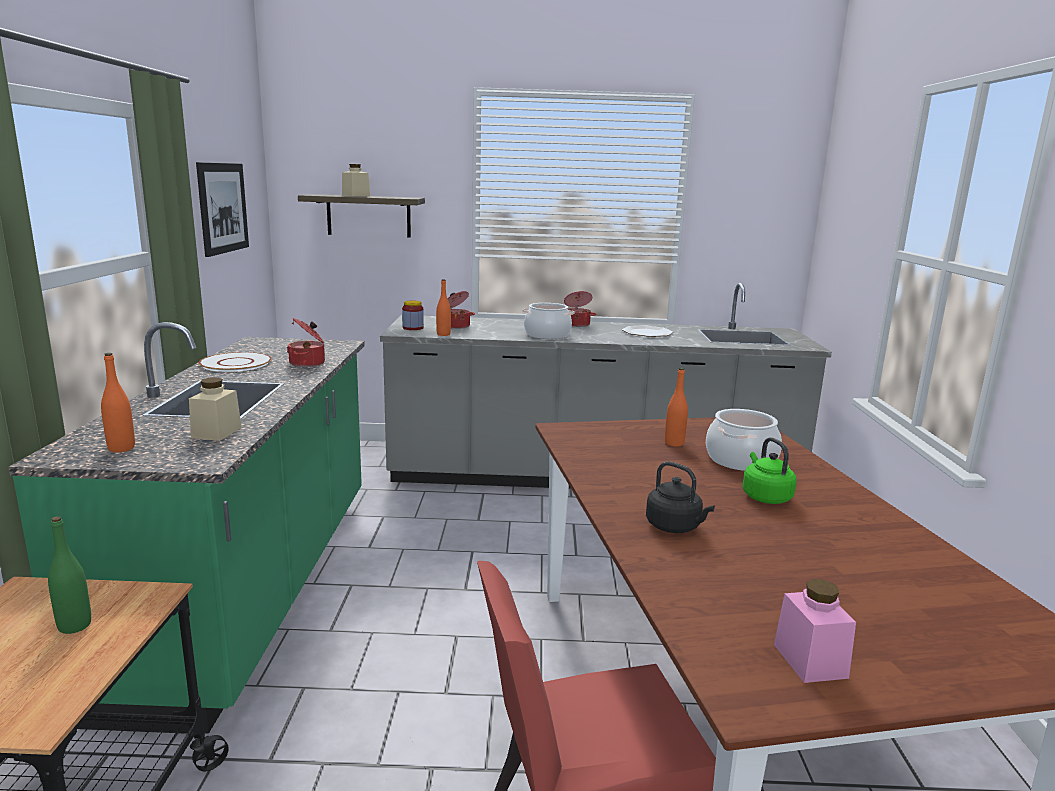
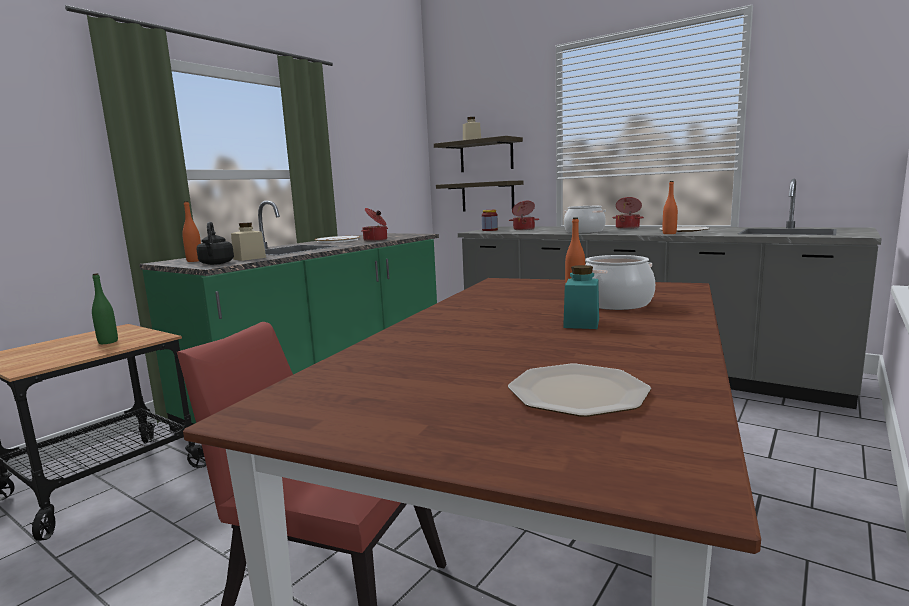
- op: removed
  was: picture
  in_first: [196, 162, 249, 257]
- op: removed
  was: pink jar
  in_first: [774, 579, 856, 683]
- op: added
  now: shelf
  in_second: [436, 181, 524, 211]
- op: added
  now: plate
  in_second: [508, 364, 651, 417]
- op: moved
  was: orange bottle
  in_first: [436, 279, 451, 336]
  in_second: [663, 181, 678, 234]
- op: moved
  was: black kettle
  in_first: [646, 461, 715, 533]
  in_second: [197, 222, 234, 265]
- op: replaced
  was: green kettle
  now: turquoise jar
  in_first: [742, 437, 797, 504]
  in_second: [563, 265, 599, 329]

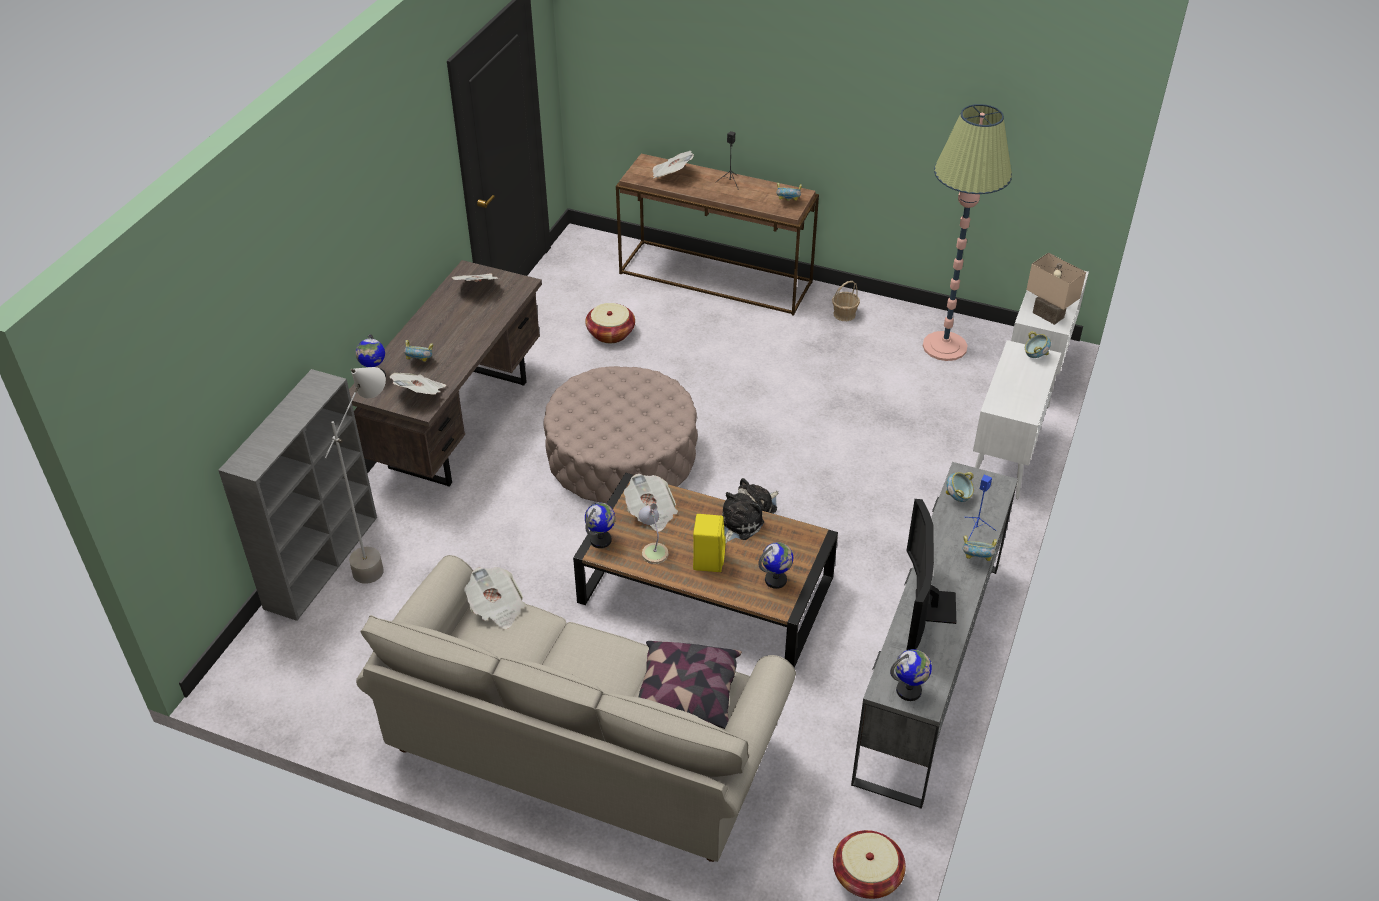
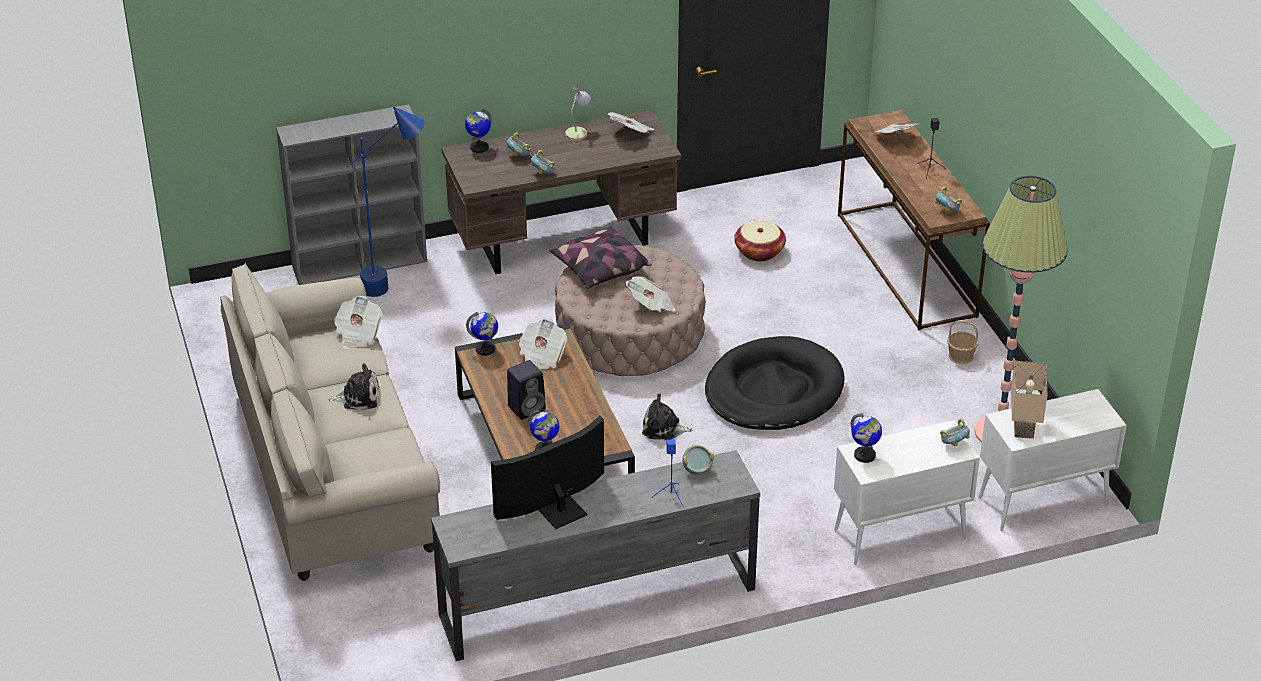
- op: removed
  was: basket
  in_first: [833, 830, 906, 899]
- op: added
  now: black dog bed
  in_second: [705, 336, 845, 430]
- op: moved
  was: newspaper
  in_first: [390, 373, 446, 395]
  in_second: [626, 276, 675, 312]
- op: moved
  was: table lamp
  in_first: [639, 503, 668, 564]
  in_second: [565, 84, 591, 141]
- op: moved
  was: pillow
  in_first: [639, 641, 742, 729]
  in_second: [549, 227, 652, 289]
- op: moved
  was: plush toy
  in_first: [722, 492, 764, 544]
  in_second: [328, 363, 379, 411]
- op: moved
  was: globe
  in_first: [890, 649, 932, 701]
  in_second: [851, 413, 882, 463]
- op: moved
  was: bowl
  in_first: [962, 535, 997, 561]
  in_second: [531, 150, 555, 174]
- op: recoloured
  was: grey floor lamp
  now: blue floor lamp
  in_first: [325, 367, 386, 584]
  in_second: [350, 107, 425, 297]
- op: recoloured
  was: yellow speaker
  now: black speaker
  in_first: [693, 514, 726, 572]
  in_second: [507, 360, 546, 420]

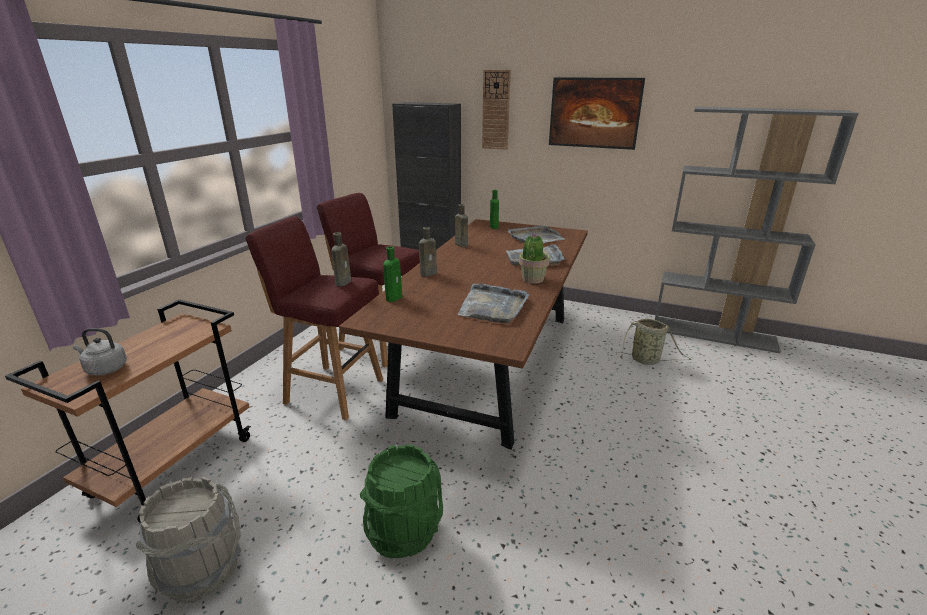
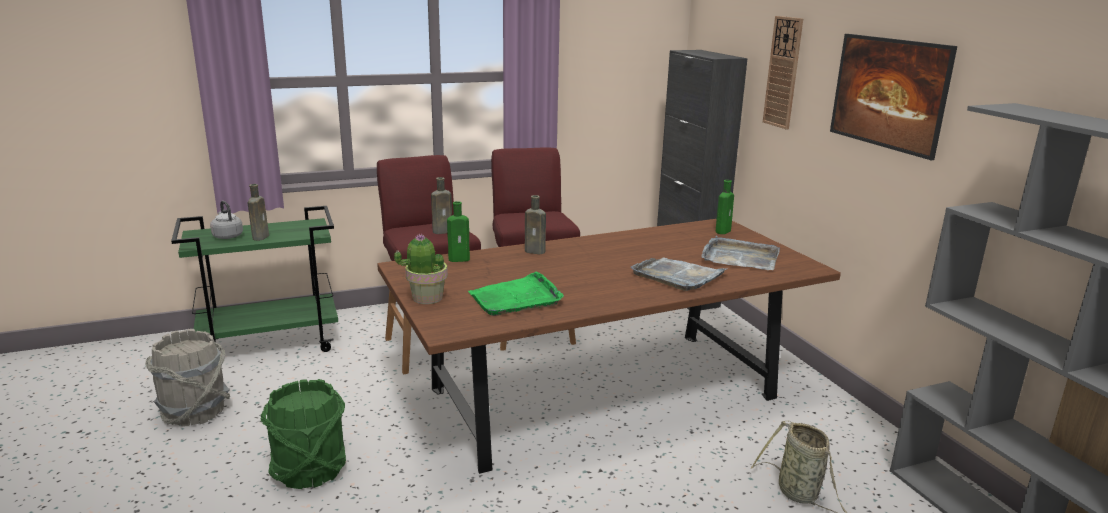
- op: moved
  was: brown bottle
  in_first: [455, 204, 468, 247]
  in_second: [248, 184, 269, 241]
- op: moved
  was: potted plant
  in_first: [519, 233, 550, 284]
  in_second: [394, 234, 448, 304]
- op: recoloured
  was: brown cart
  now: green cart
  in_first: [5, 299, 251, 522]
  in_second: [171, 206, 338, 352]
- op: recoloured
  was: grey tray
  now: green tray
  in_first: [458, 284, 529, 323]
  in_second: [468, 272, 564, 316]

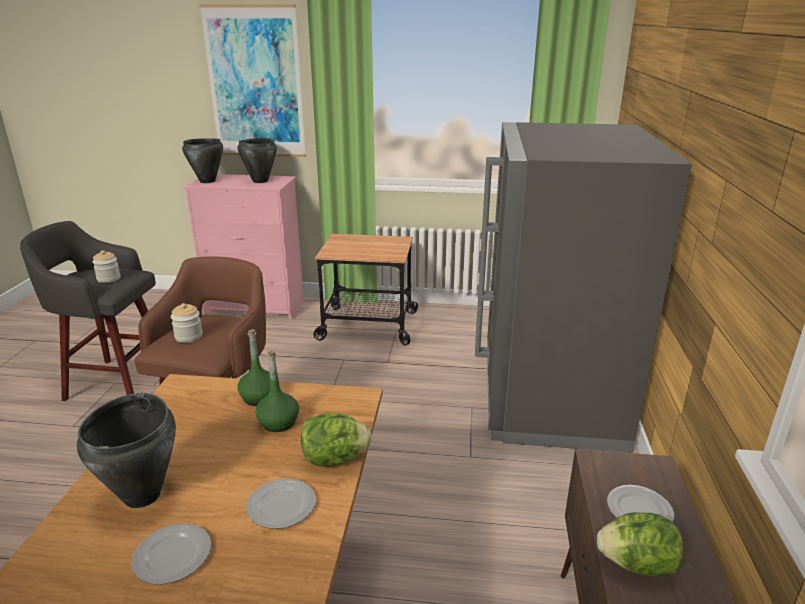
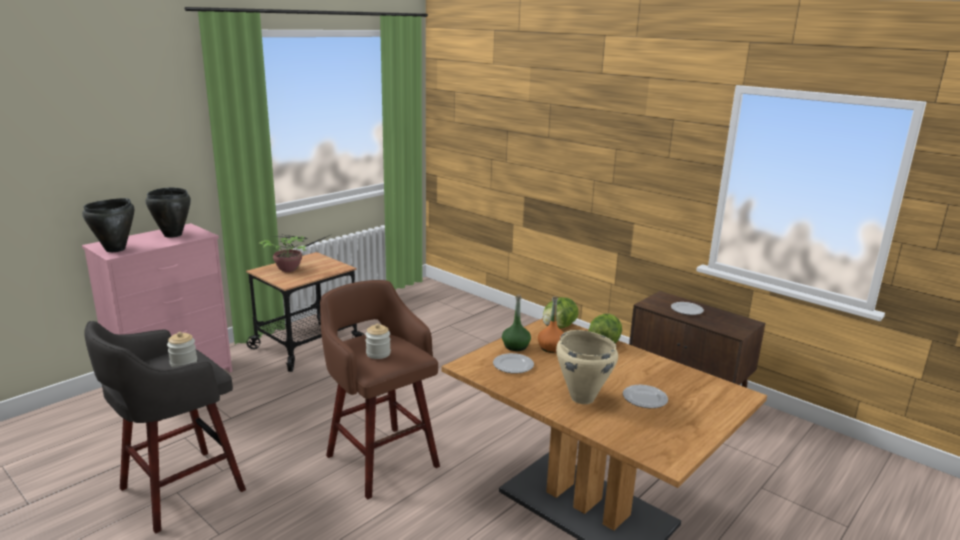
- op: removed
  was: picture
  in_first: [199, 4, 306, 157]
- op: removed
  was: grey fridge
  in_first: [475, 122, 692, 453]
- op: added
  now: potted plant
  in_second: [259, 234, 330, 272]
- op: moved
  was: plate
  in_first: [246, 478, 316, 529]
  in_second: [493, 353, 534, 373]
- op: moved
  was: lettuce
  in_first: [597, 512, 683, 576]
  in_second: [543, 297, 579, 329]
- op: recoloured
  was: black cooking pot
  now: beige cooking pot
  in_first: [77, 393, 176, 508]
  in_second: [556, 330, 618, 404]
- op: recoloured
  was: green bottle
  now: orange bottle
  in_first: [255, 351, 299, 432]
  in_second: [538, 296, 564, 353]

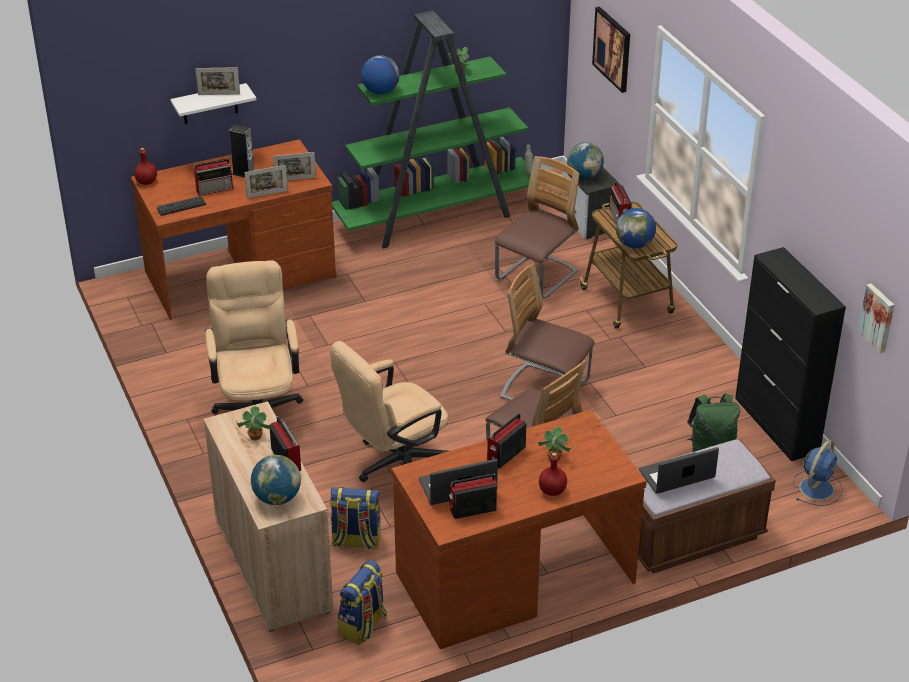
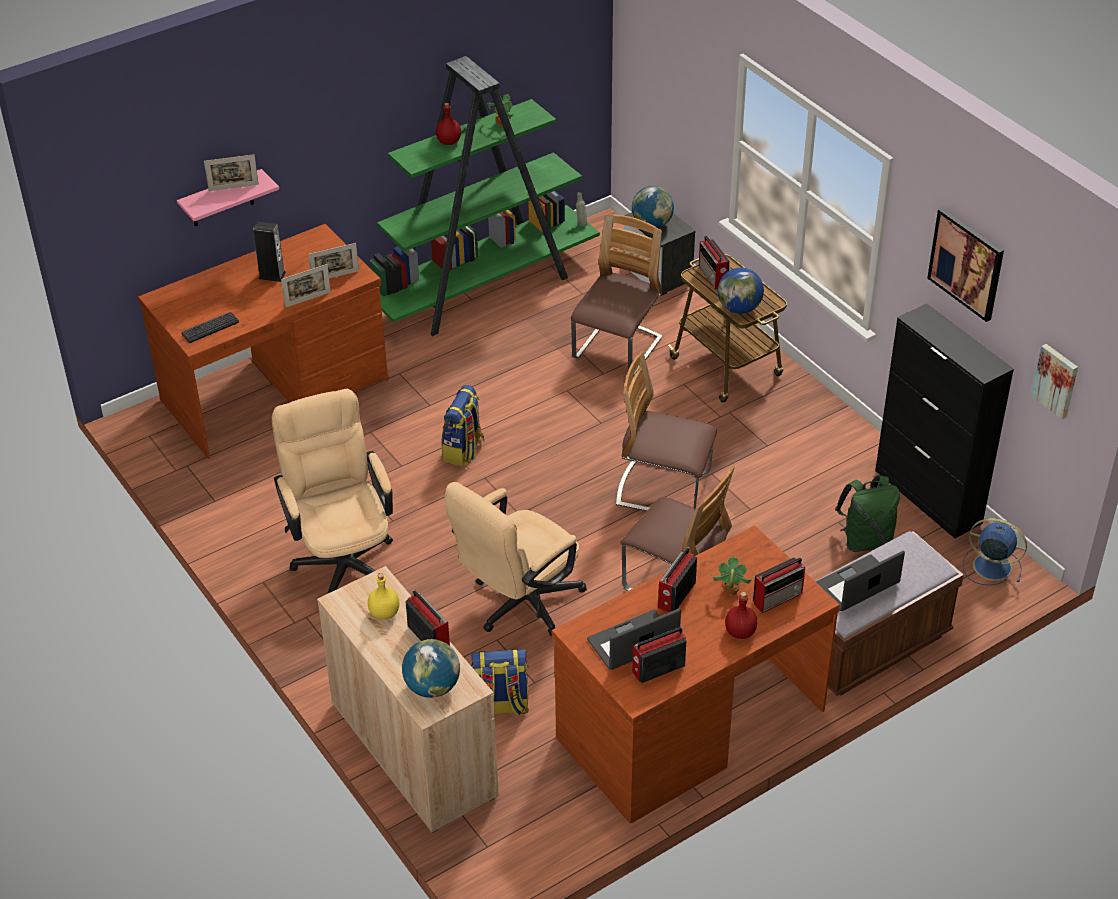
- op: removed
  was: globe
  in_first: [361, 55, 400, 94]
- op: moved
  was: red bottle
  in_first: [134, 148, 157, 185]
  in_second: [436, 103, 461, 145]
- op: moved
  was: radio
  in_first: [194, 158, 233, 196]
  in_second: [753, 557, 805, 613]
- op: moved
  was: backpack
  in_first: [338, 560, 387, 645]
  in_second: [441, 385, 485, 467]
- op: moved
  was: picture
  in_first: [592, 7, 630, 93]
  in_second: [927, 207, 1004, 322]
- op: replaced
  was: potted plant
  now: yellow bottle
  in_first: [236, 405, 272, 441]
  in_second: [368, 573, 400, 620]
- op: recoloured
  was: white shelf
  now: pink shelf
  in_first: [170, 83, 256, 124]
  in_second: [177, 169, 279, 226]
- op: turned
  was: blue fan
  in_first: [793, 440, 843, 506]
  in_second: [963, 518, 1027, 585]
  clockwise: -90

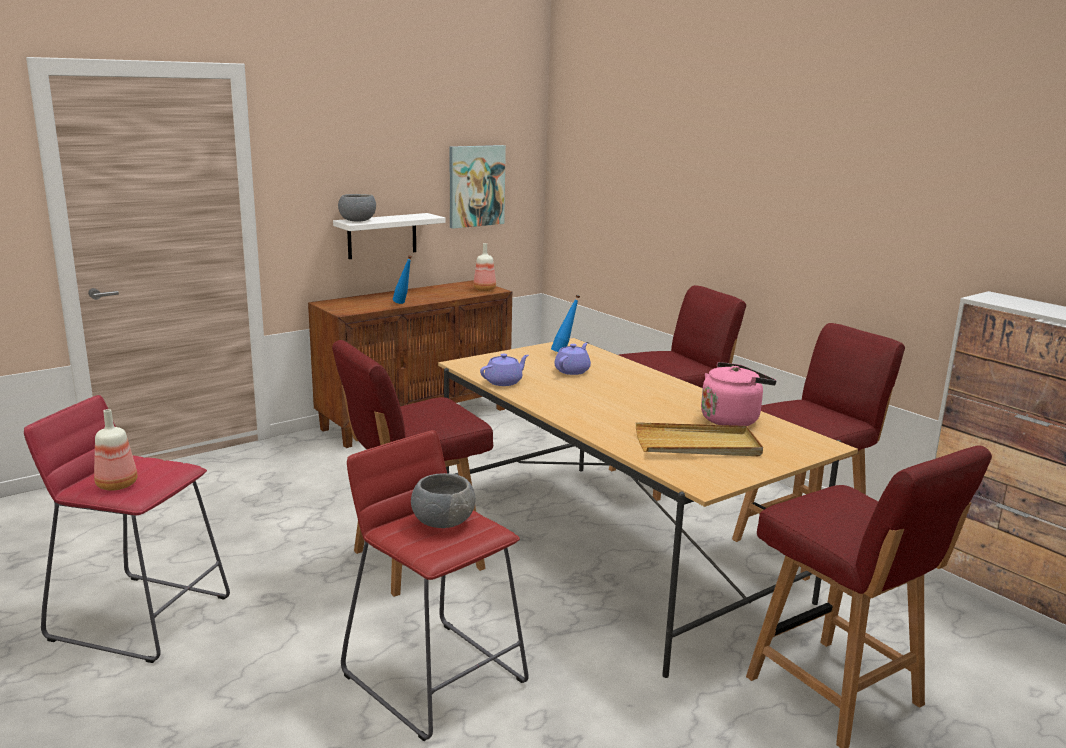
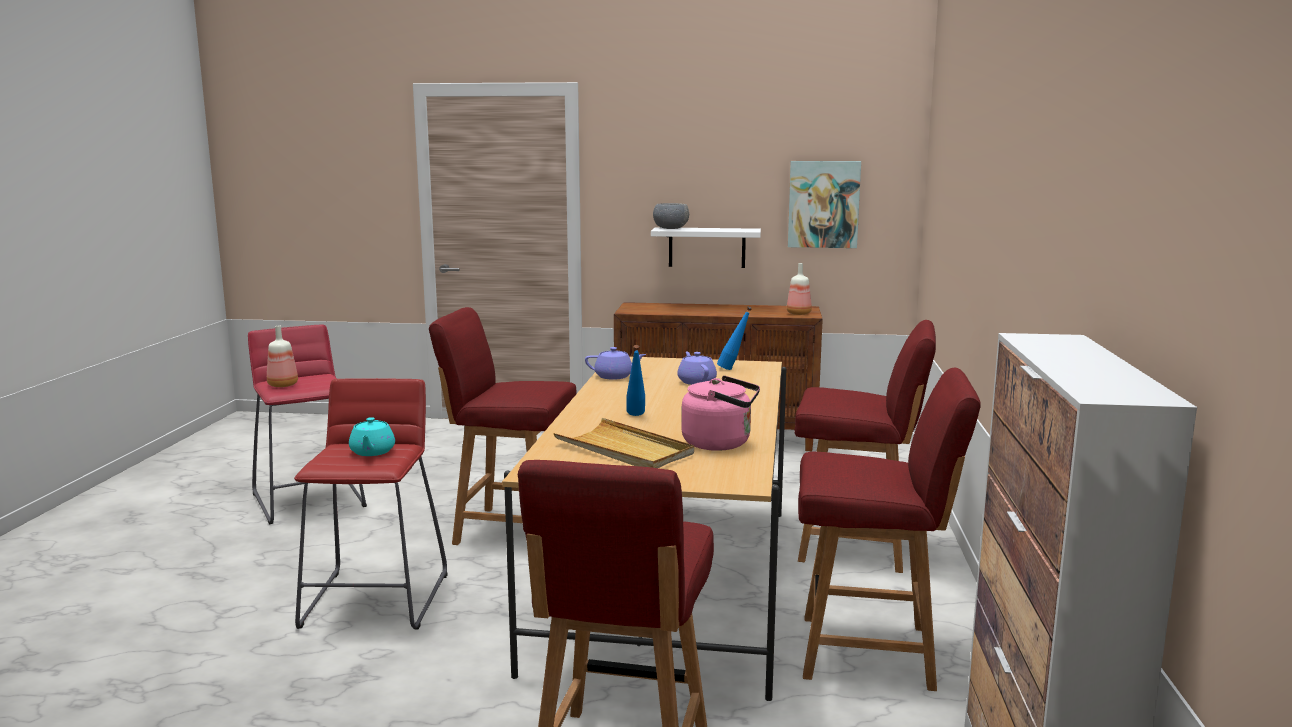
- op: moved
  was: blue bottle
  in_first: [393, 255, 412, 304]
  in_second: [626, 345, 645, 416]
- op: replaced
  was: grey bowl
  now: turquoise teapot
  in_first: [411, 473, 476, 528]
  in_second: [349, 417, 395, 456]
- op: turned
  was: purple teapot
  in_first: [554, 343, 591, 375]
  in_second: [677, 352, 717, 385]
  clockwise: -90

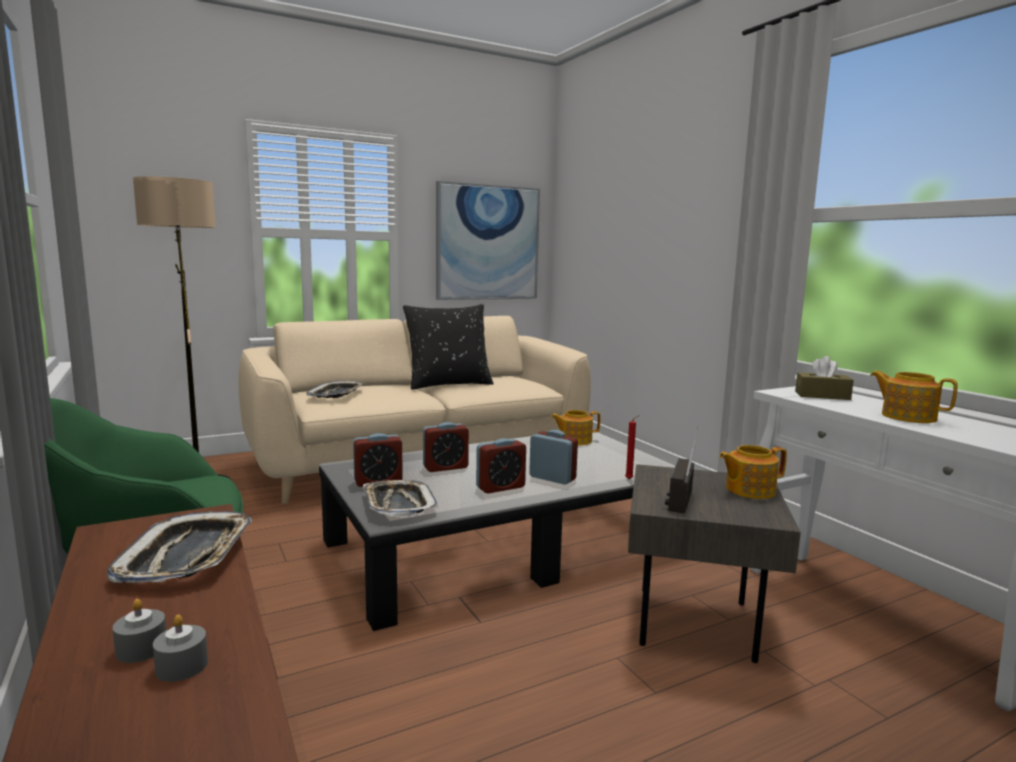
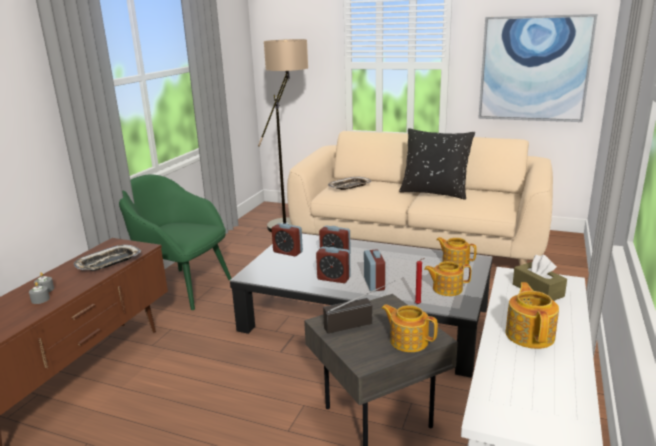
- op: removed
  was: tray
  in_first: [363, 480, 438, 517]
- op: added
  now: teapot
  in_second: [424, 261, 471, 296]

